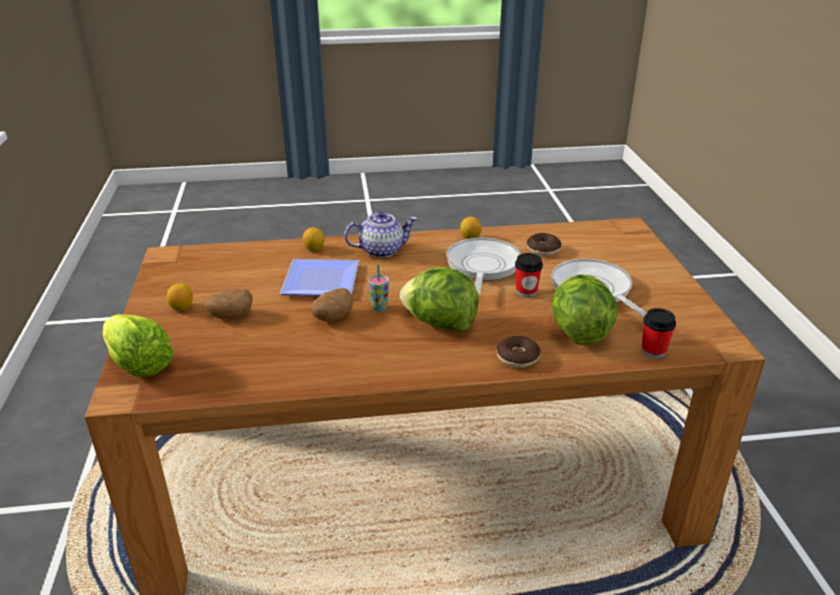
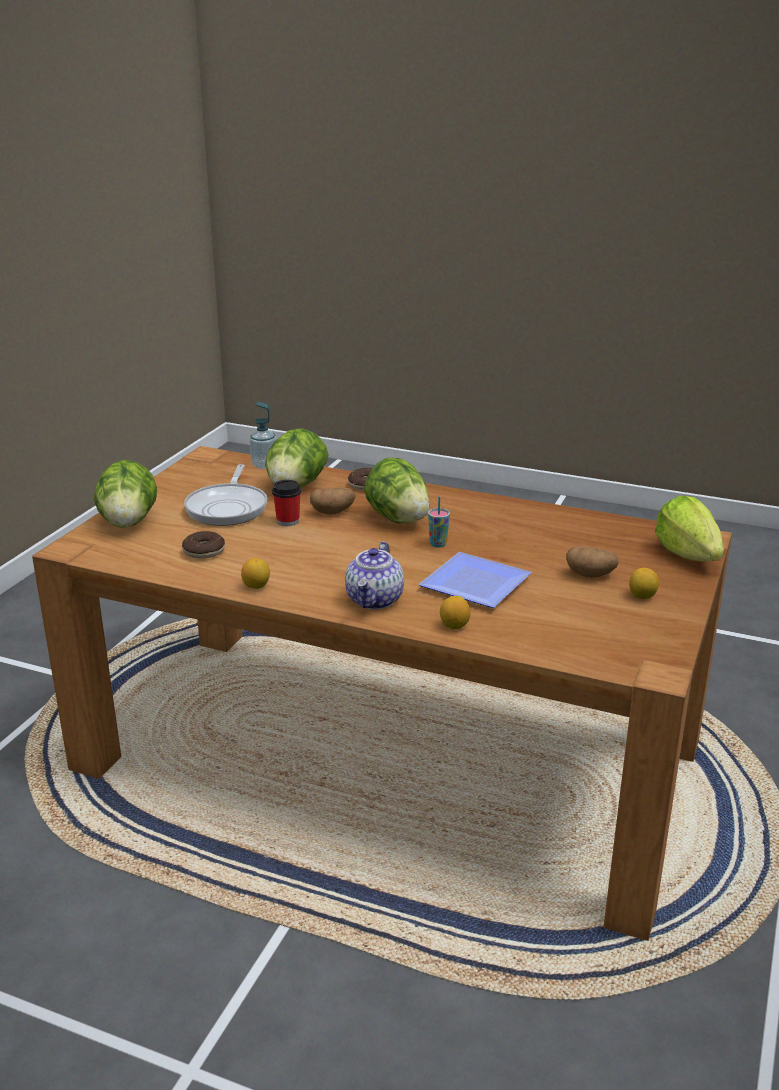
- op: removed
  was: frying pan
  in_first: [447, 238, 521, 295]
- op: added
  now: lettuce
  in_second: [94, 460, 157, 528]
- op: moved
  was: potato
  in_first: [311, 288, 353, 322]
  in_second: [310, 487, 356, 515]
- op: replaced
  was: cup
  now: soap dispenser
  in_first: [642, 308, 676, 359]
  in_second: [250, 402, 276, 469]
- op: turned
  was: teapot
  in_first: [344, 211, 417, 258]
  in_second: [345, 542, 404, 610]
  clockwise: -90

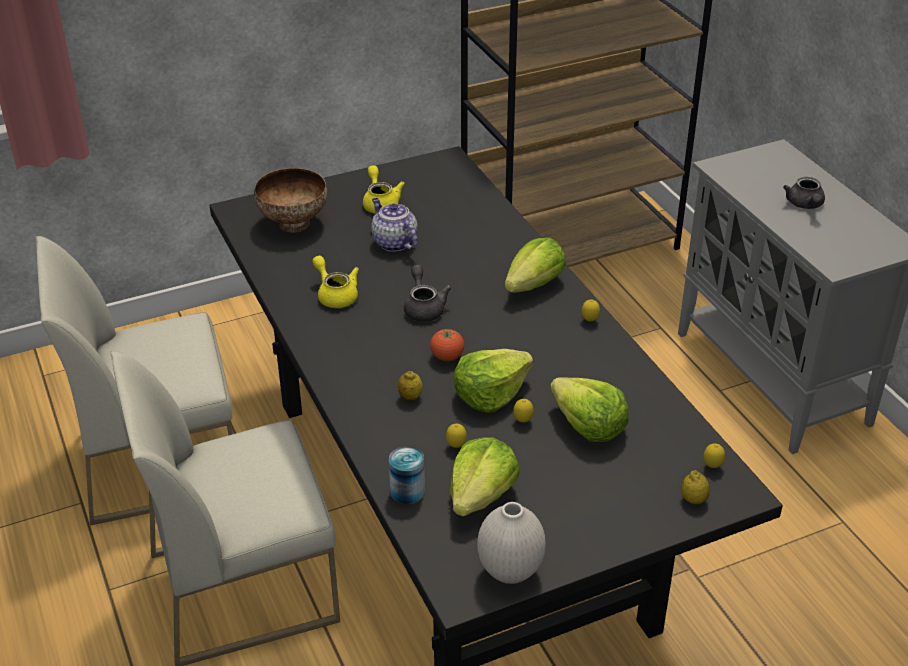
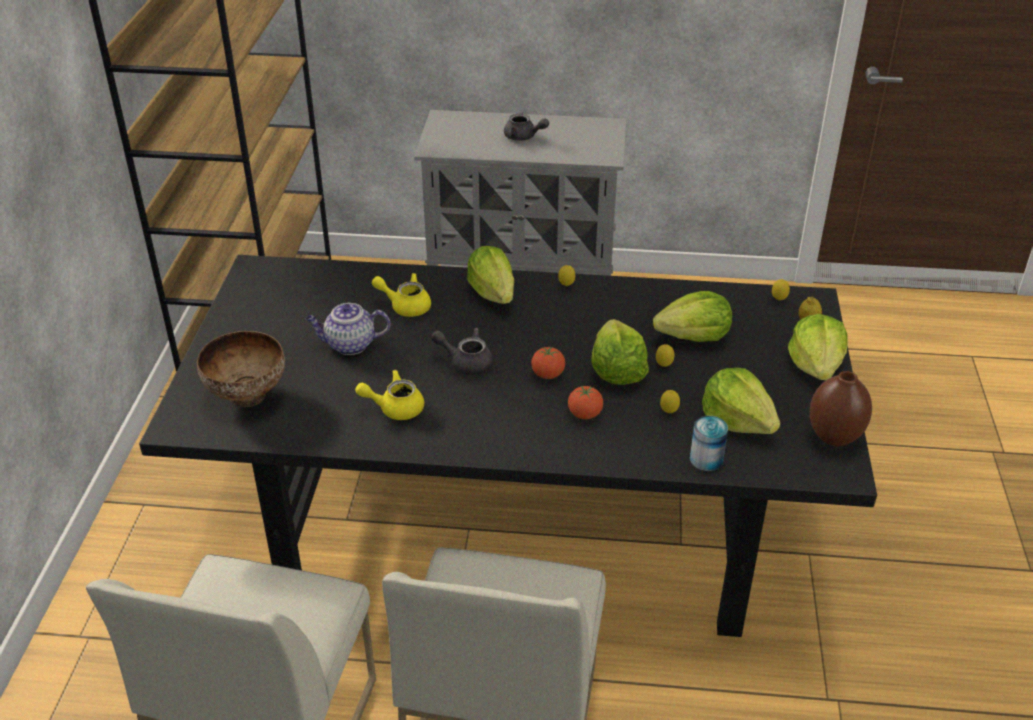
- op: added
  now: lettuce
  in_second: [788, 314, 847, 380]
- op: moved
  was: yellow teapot
  in_first: [363, 165, 405, 214]
  in_second: [372, 273, 431, 317]
- op: replaced
  was: lemon
  now: tomato
  in_first: [398, 371, 423, 401]
  in_second: [568, 386, 603, 419]
- op: recoloured
  was: white vase
  now: brown vase
  in_first: [477, 502, 546, 584]
  in_second: [810, 371, 872, 447]

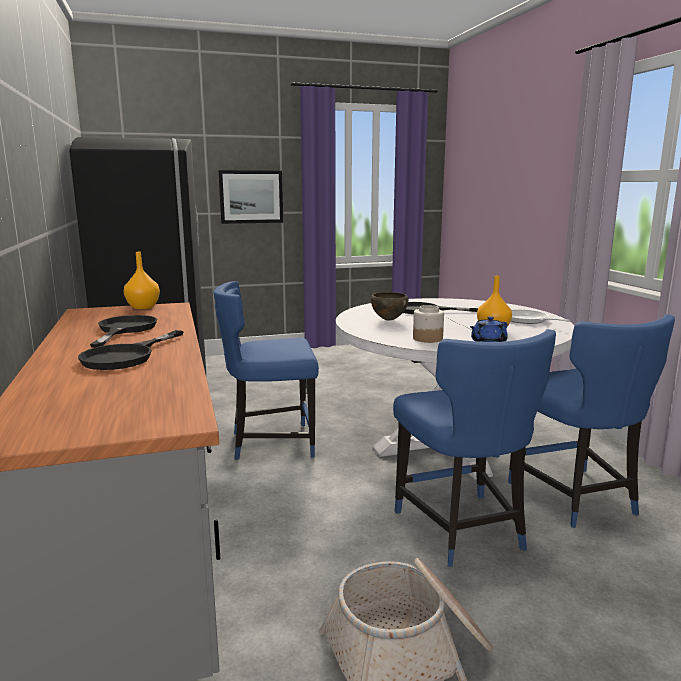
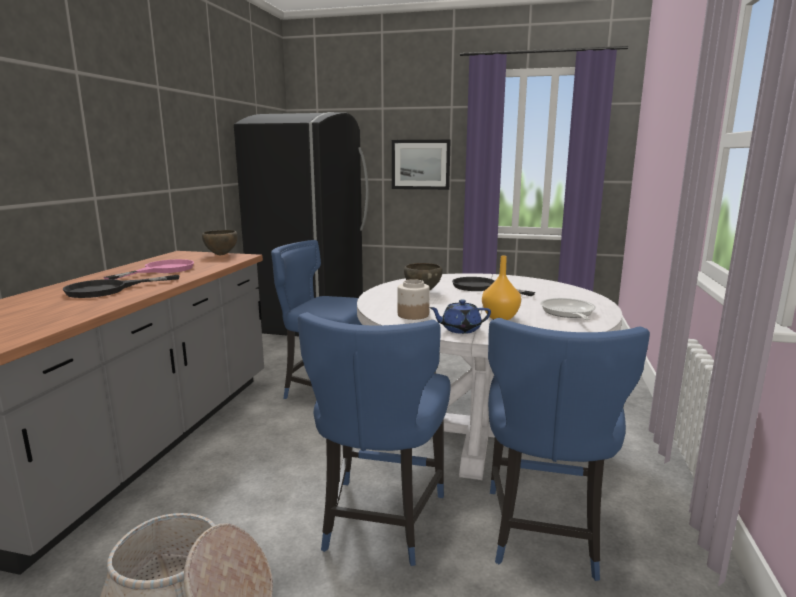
- op: replaced
  was: orange vase
  now: brown bowl
  in_first: [124, 252, 160, 309]
  in_second: [202, 230, 237, 255]
- op: recoloured
  was: black frying pan
  now: pink frying pan
  in_first: [90, 315, 157, 348]
  in_second: [104, 259, 194, 279]

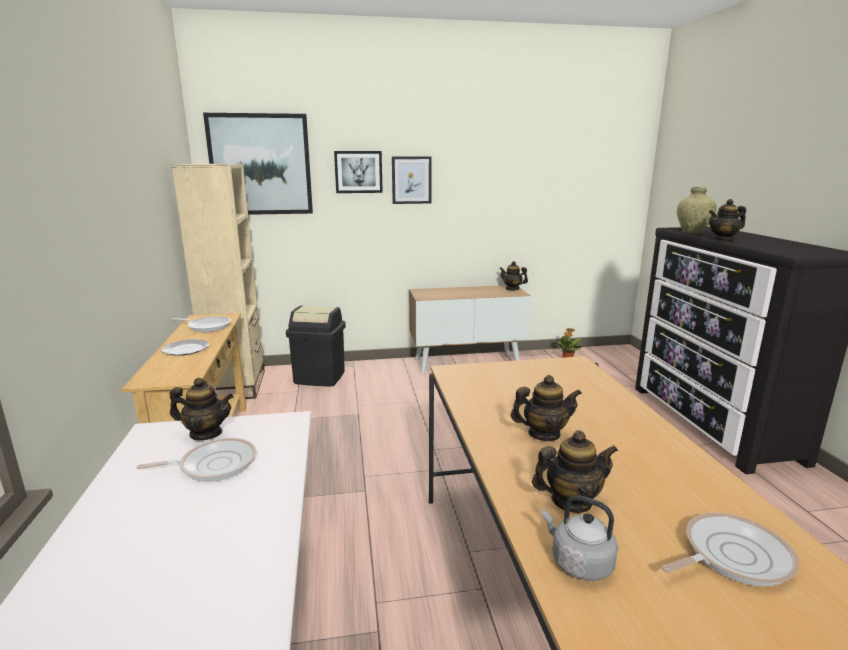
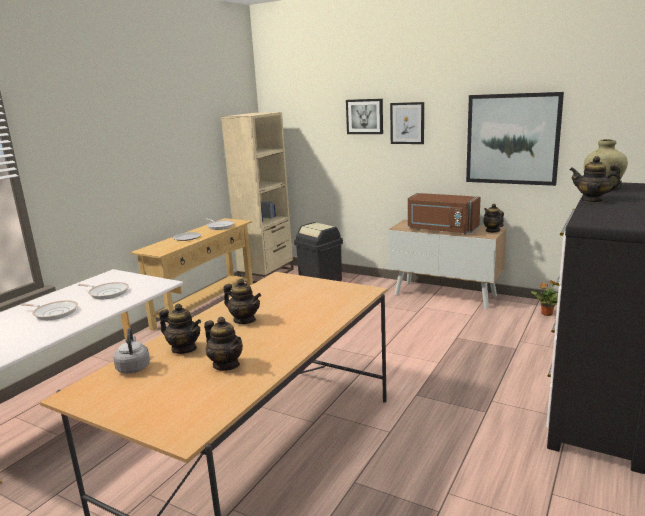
- op: added
  now: brown microwave
  in_second: [408, 193, 481, 234]
- op: moved
  was: teapot
  in_first: [170, 378, 233, 440]
  in_second: [204, 317, 243, 371]
- op: moved
  was: picture
  in_first: [203, 113, 313, 215]
  in_second: [466, 92, 564, 186]
- op: moved
  was: frying pan
  in_first: [662, 513, 800, 586]
  in_second: [21, 300, 78, 320]

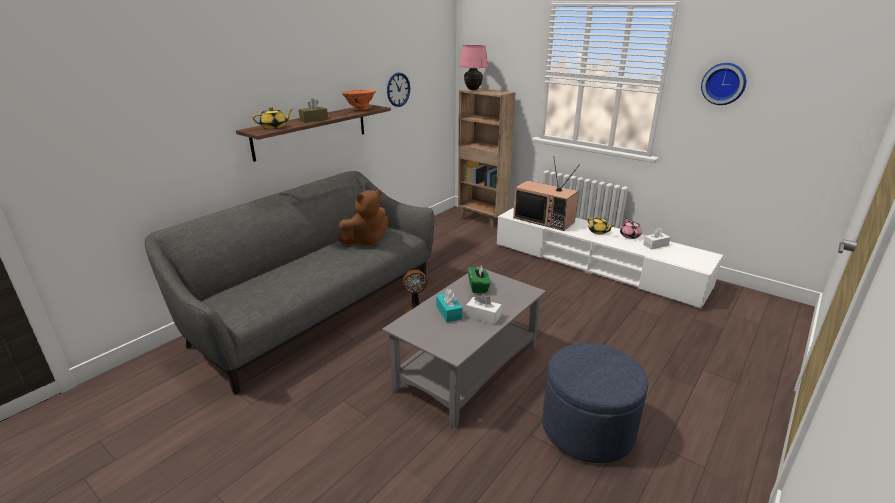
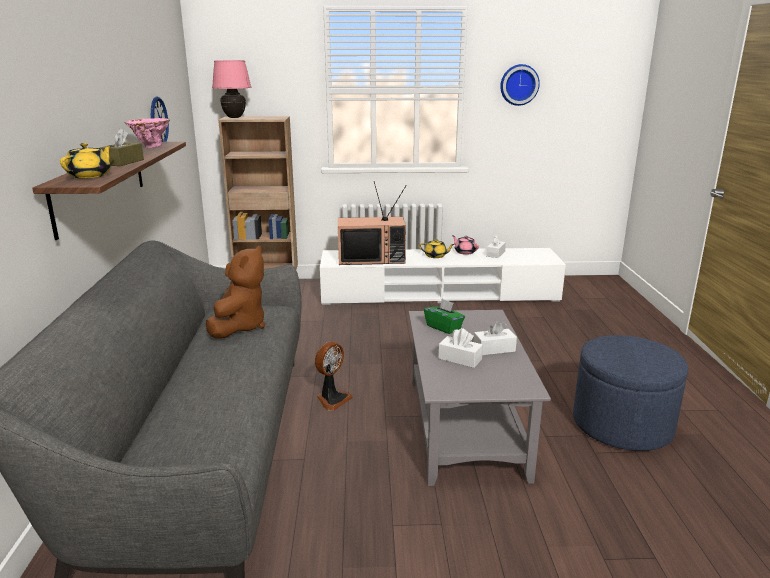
- op: recoloured
  was: orange vase
  now: pink vase
  in_first: [342, 89, 376, 110]
  in_second: [125, 118, 170, 148]
- op: recoloured
  was: turquoise tissue box
  now: white tissue box
  in_first: [436, 289, 462, 322]
  in_second: [438, 328, 483, 368]

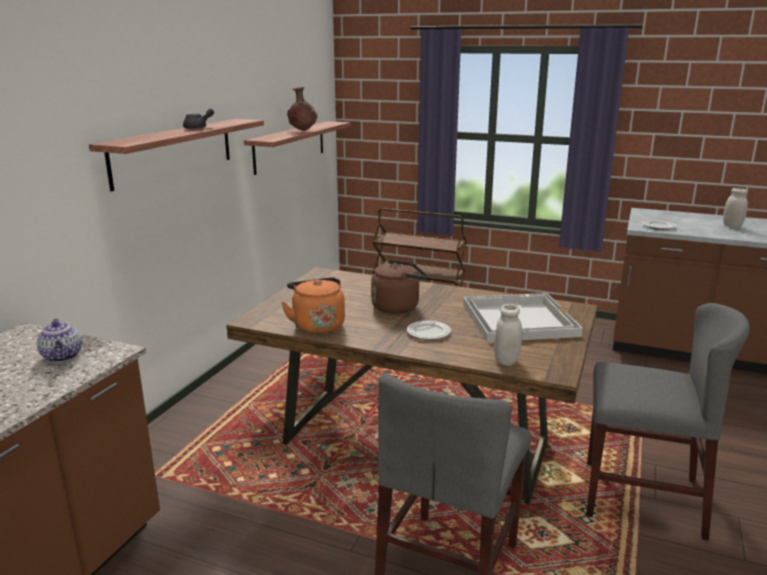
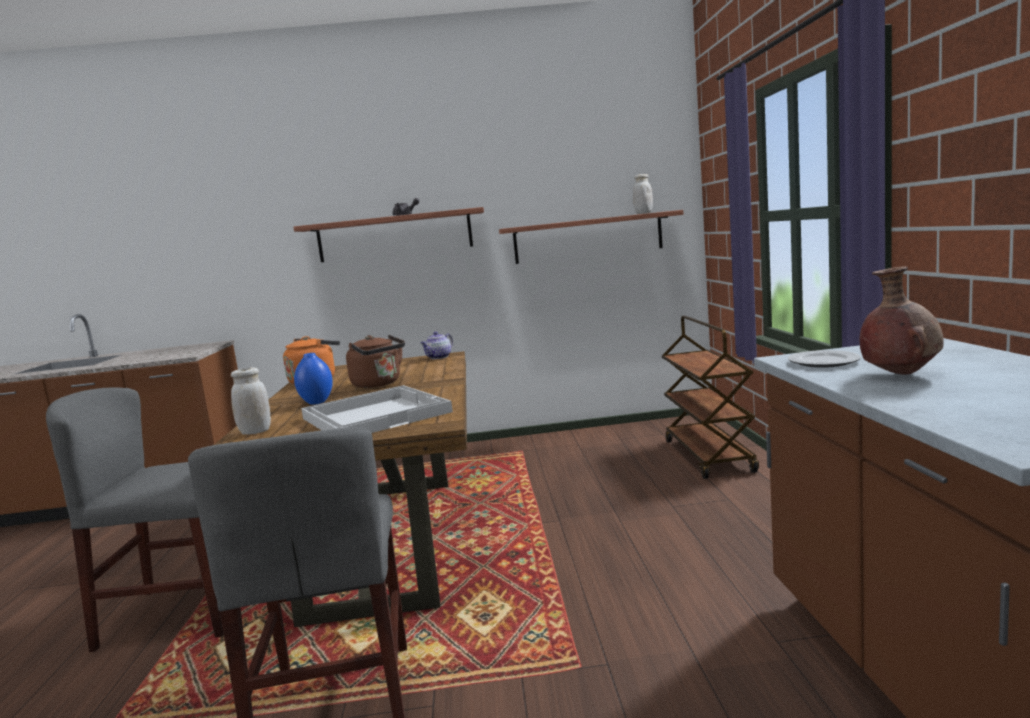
- op: moved
  was: teapot
  in_first: [37, 319, 82, 362]
  in_second: [420, 332, 453, 359]
- op: moved
  was: brown vase
  in_first: [287, 87, 318, 131]
  in_second: [859, 266, 944, 375]
- op: moved
  was: white jar
  in_first: [723, 188, 748, 228]
  in_second: [633, 174, 653, 214]
- op: replaced
  was: plate
  now: blue vase
  in_first: [407, 321, 451, 340]
  in_second: [294, 353, 333, 405]

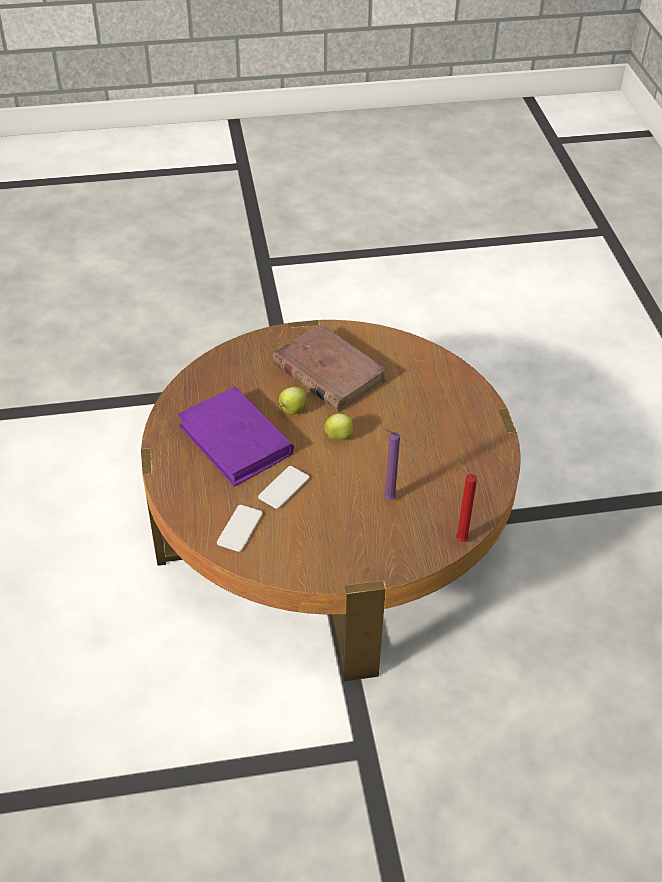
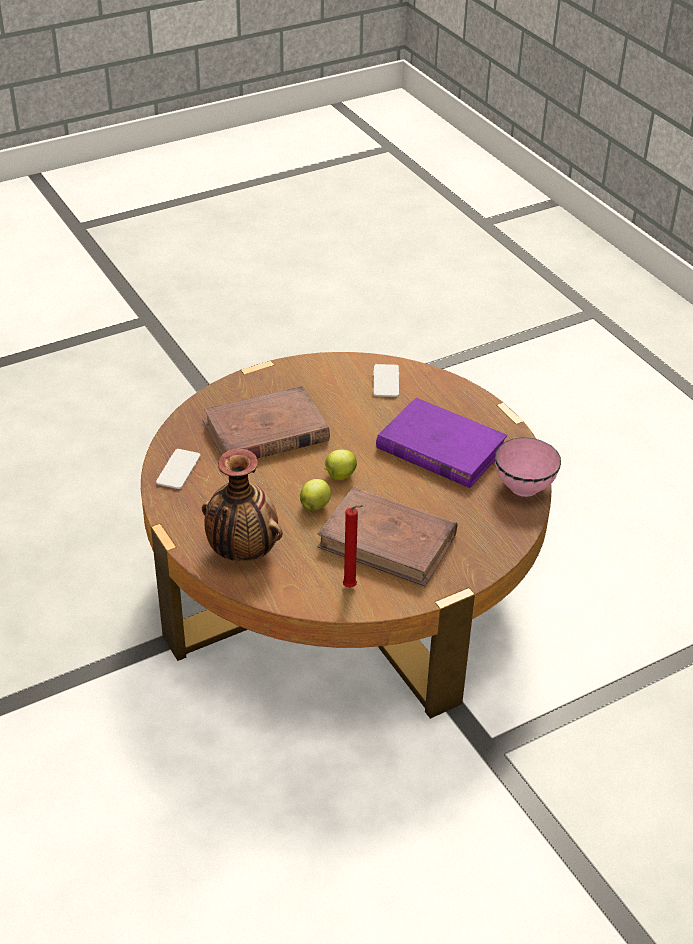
- op: added
  now: vase
  in_second: [202, 449, 282, 562]
- op: added
  now: pink bowl
  in_second: [495, 437, 561, 497]
- op: moved
  was: phone
  in_first: [258, 466, 309, 509]
  in_second: [156, 449, 200, 489]
- op: moved
  was: apple
  in_first: [279, 387, 307, 415]
  in_second: [300, 479, 331, 511]
- op: moved
  was: red candle
  in_first: [456, 464, 477, 542]
  in_second: [343, 505, 364, 588]
- op: replaced
  was: purple candle
  now: brown book
  in_first: [384, 429, 400, 500]
  in_second: [203, 386, 330, 459]

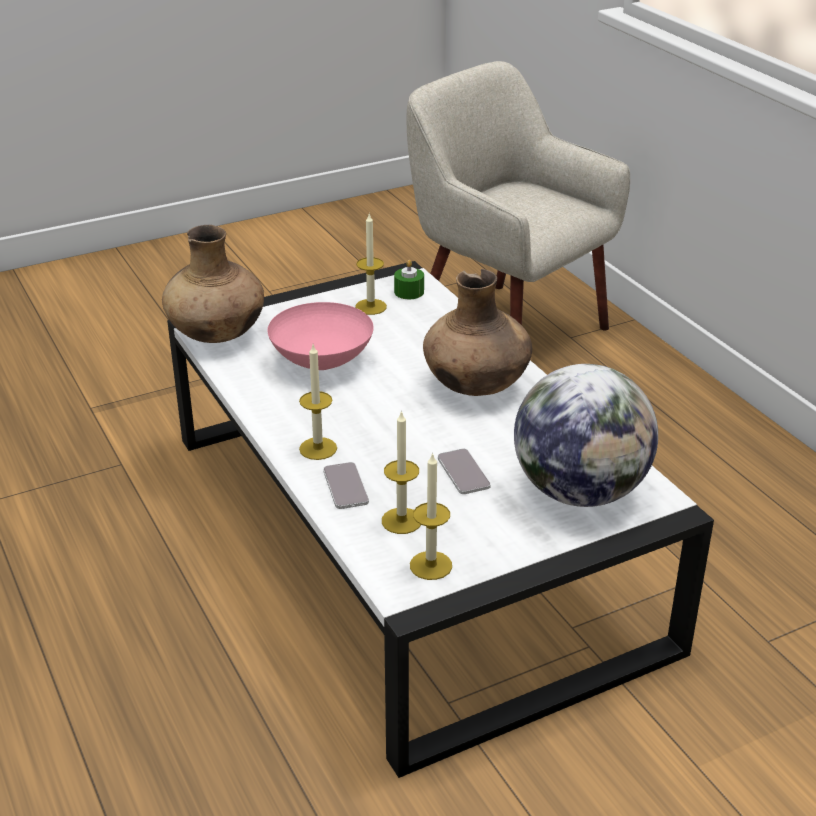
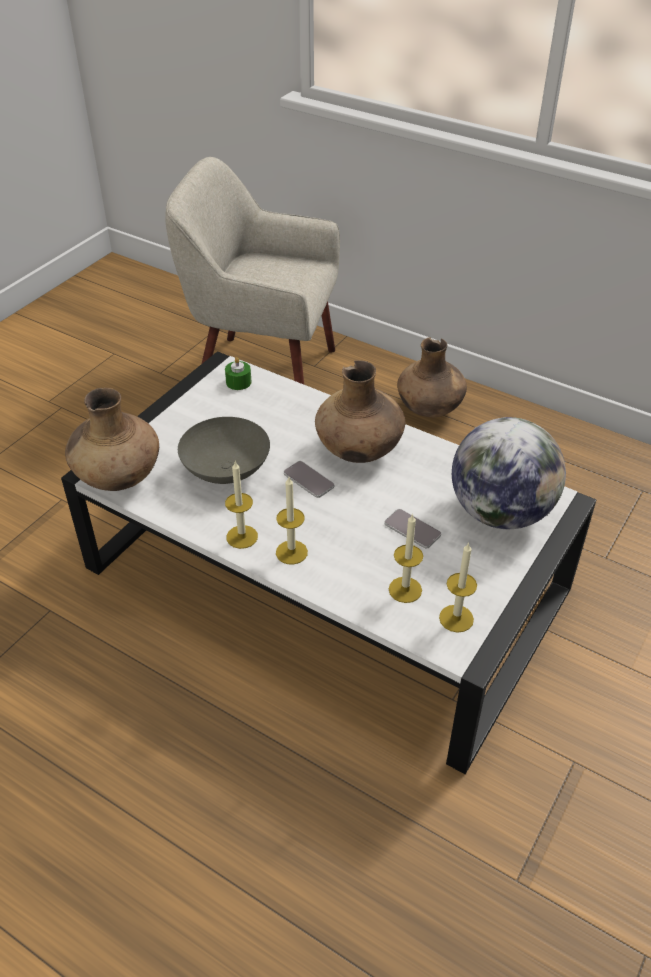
- op: added
  now: brown vase
  in_second: [397, 337, 467, 417]
- op: moved
  was: phone
  in_first: [323, 462, 369, 509]
  in_second: [284, 461, 334, 498]
- op: moved
  was: candle
  in_first: [355, 214, 387, 315]
  in_second: [225, 462, 258, 549]
- op: recoloured
  was: pink bowl
  now: grey bowl
  in_first: [267, 302, 374, 370]
  in_second: [178, 417, 270, 484]

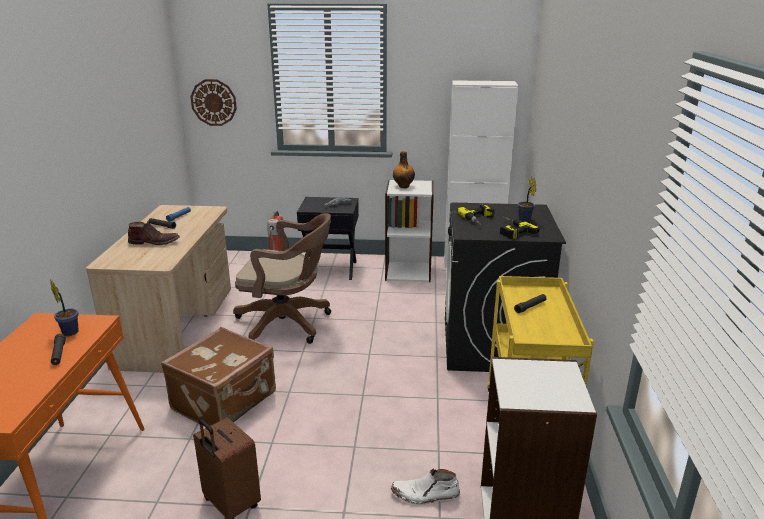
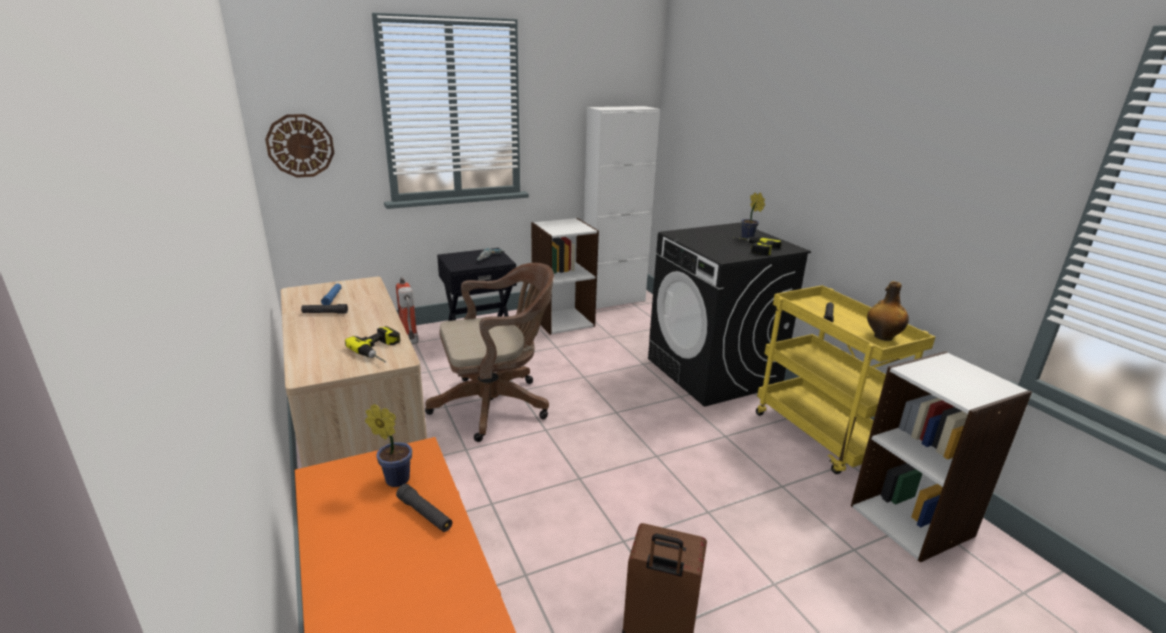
- op: removed
  was: brown boot
  in_first: [128, 221, 180, 245]
- op: removed
  was: brown suitcase
  in_first: [161, 327, 276, 426]
- op: removed
  was: white boot
  in_first: [391, 469, 460, 505]
- op: moved
  was: bottle
  in_first: [393, 151, 415, 188]
  in_second: [867, 281, 909, 341]
- op: moved
  was: power drill
  in_first: [458, 204, 495, 225]
  in_second: [345, 326, 400, 363]

